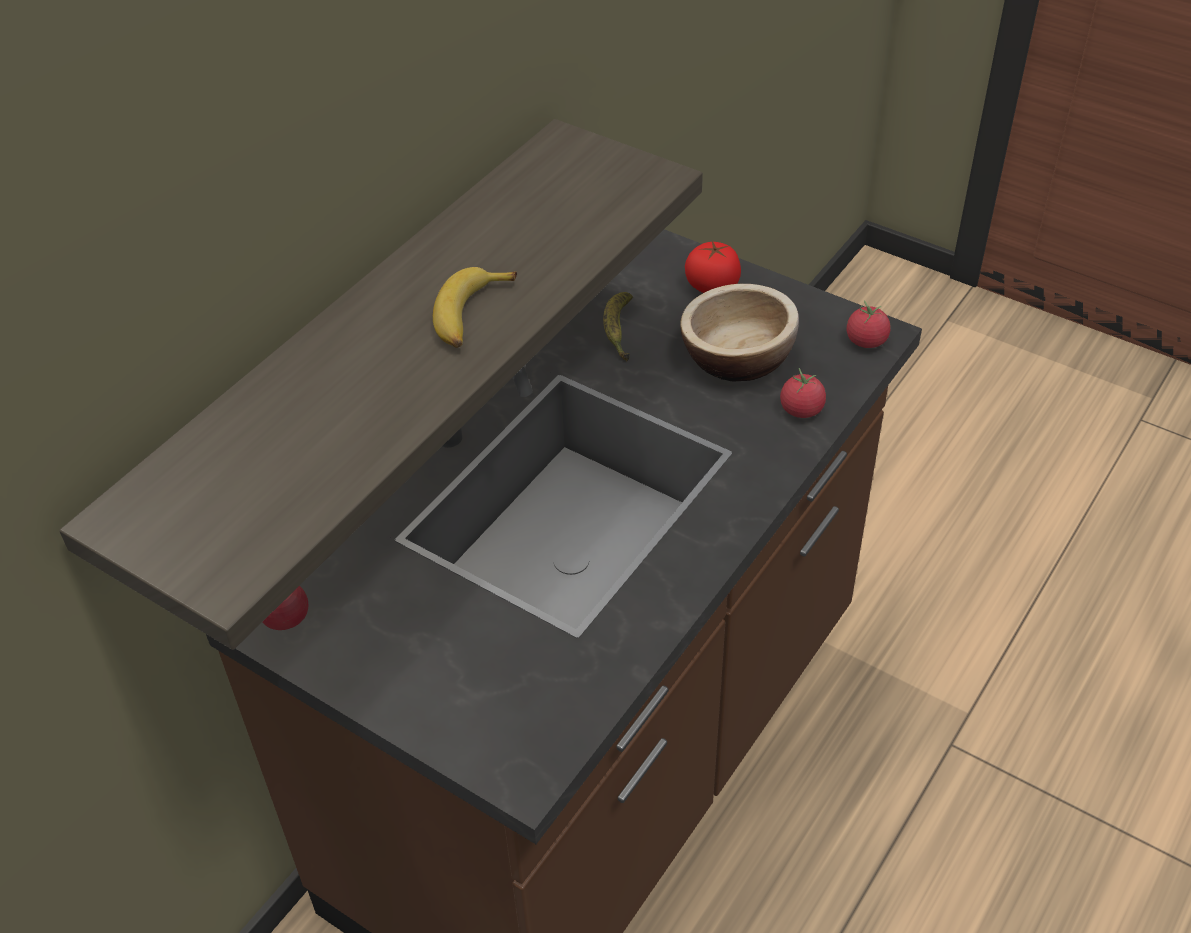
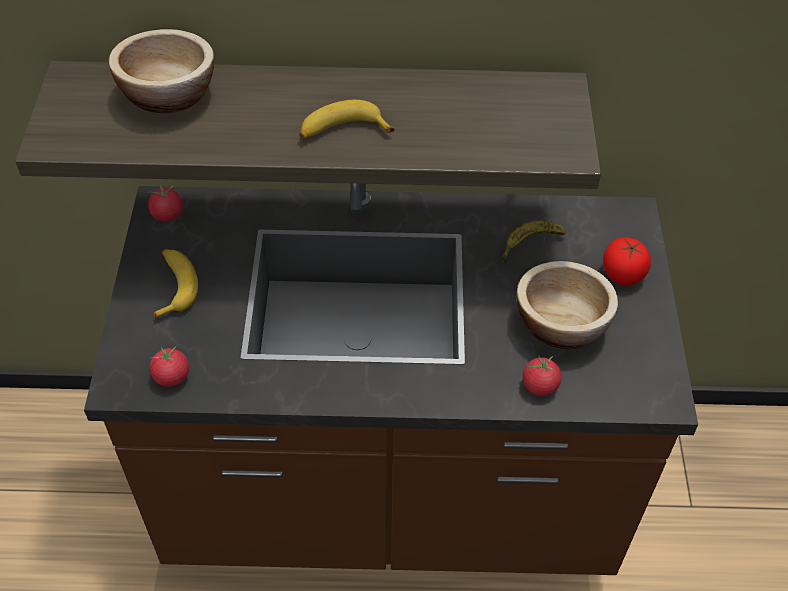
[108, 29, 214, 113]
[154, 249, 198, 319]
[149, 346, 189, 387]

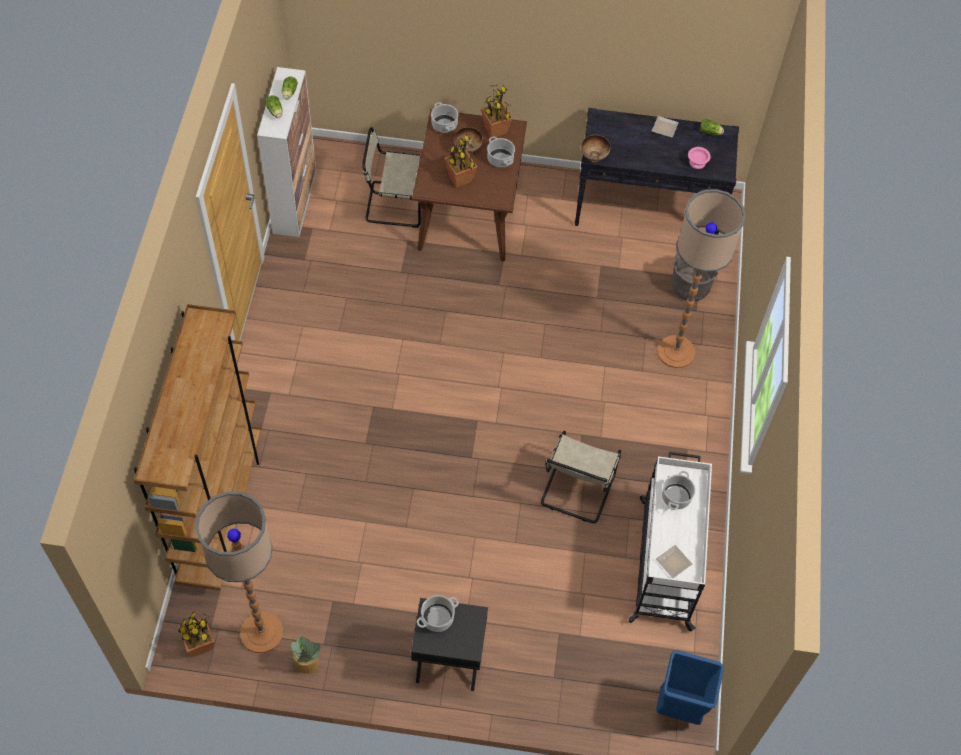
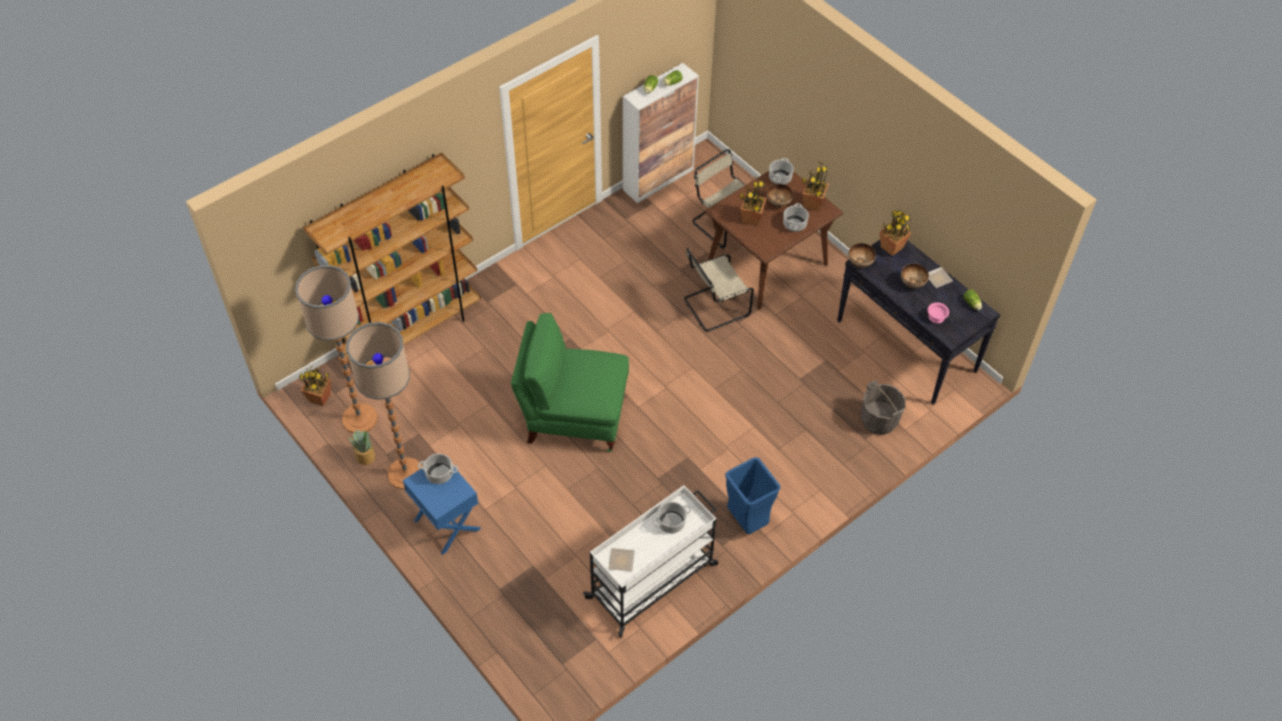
[511, 313, 629, 452]
[879, 210, 911, 256]
[901, 263, 929, 289]
[684, 248, 754, 331]
[725, 457, 780, 534]
[346, 322, 422, 489]
[403, 467, 481, 555]

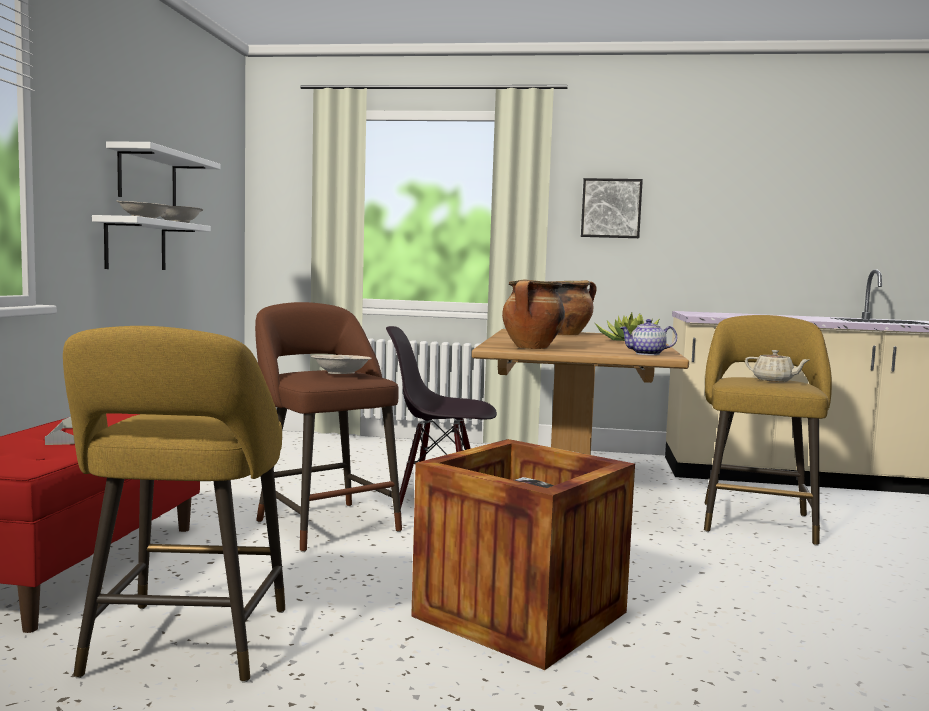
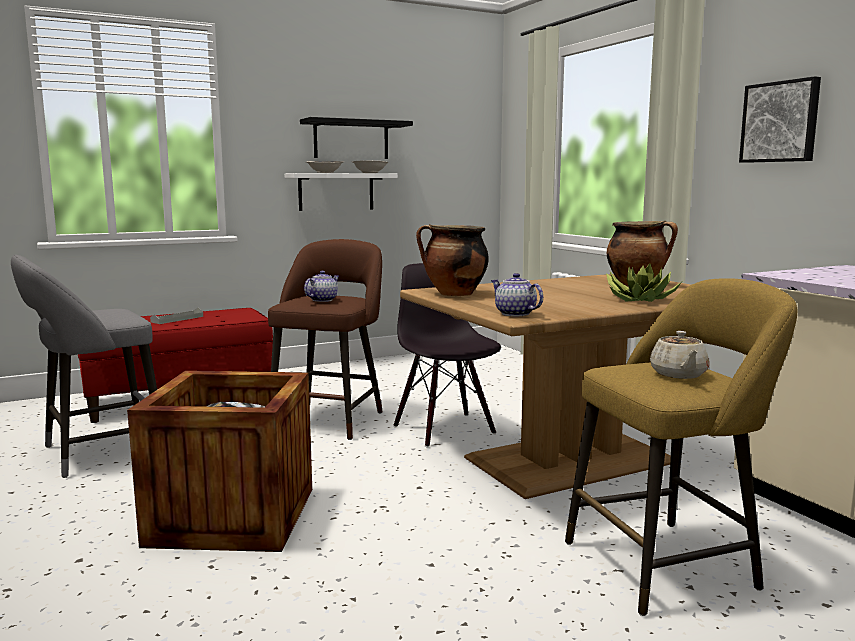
[304, 271, 339, 302]
[11, 255, 157, 478]
[300, 117, 413, 159]

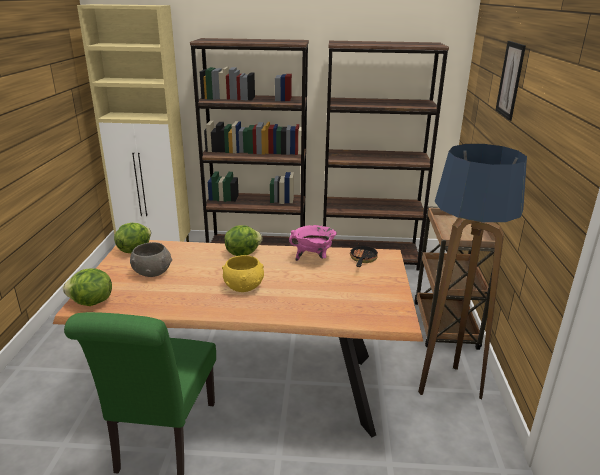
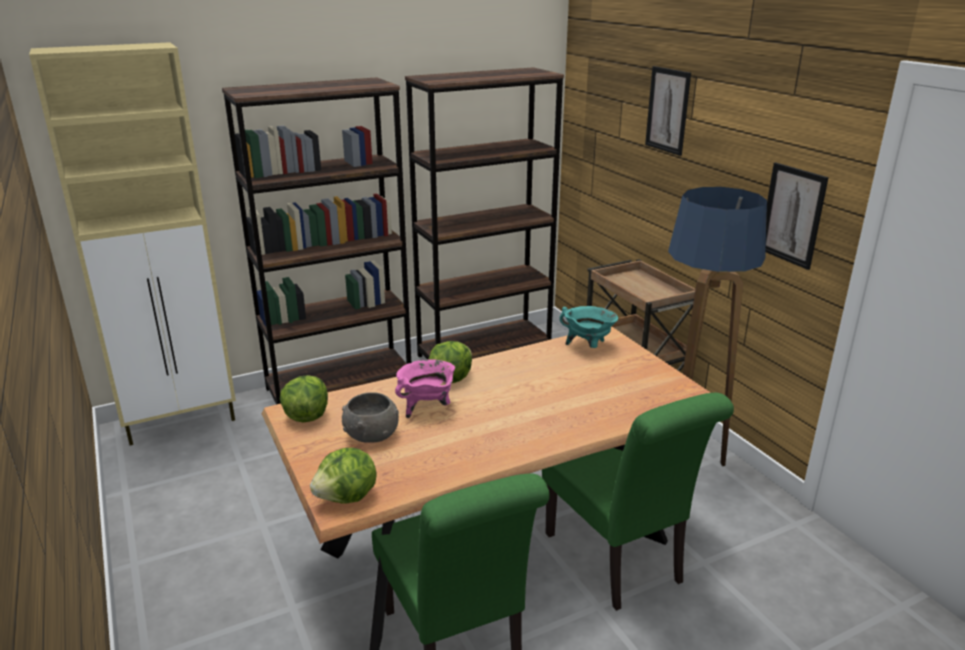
[222, 255, 264, 292] (first image)
[542, 393, 734, 611]
[766, 162, 829, 270]
[395, 359, 455, 418]
[560, 306, 618, 348]

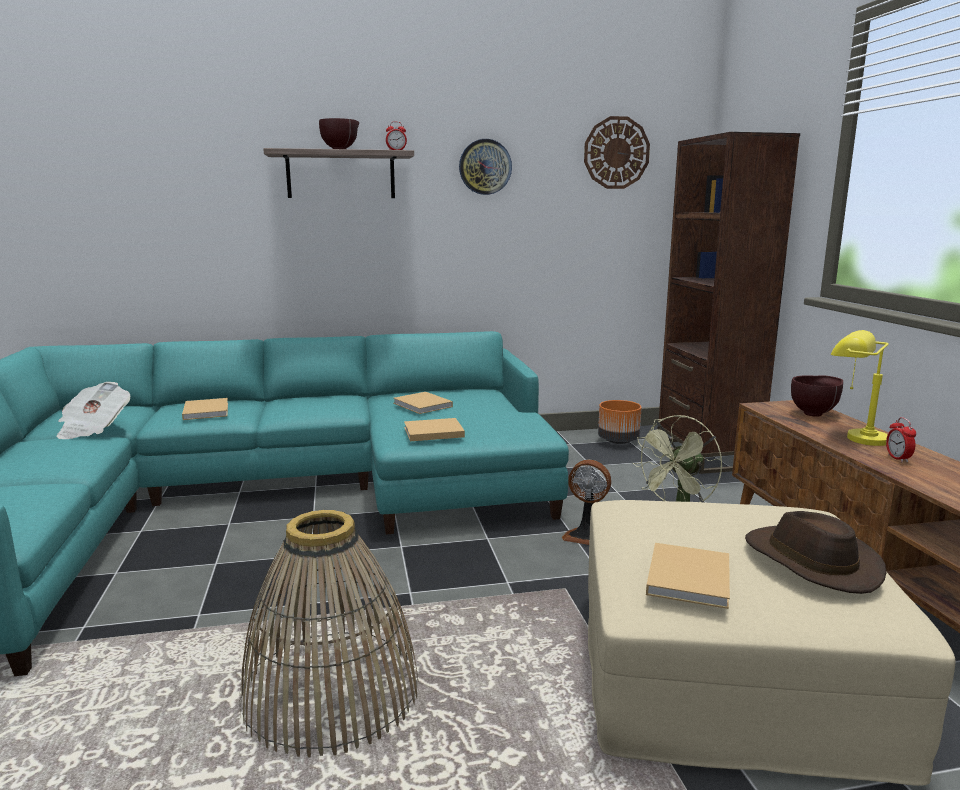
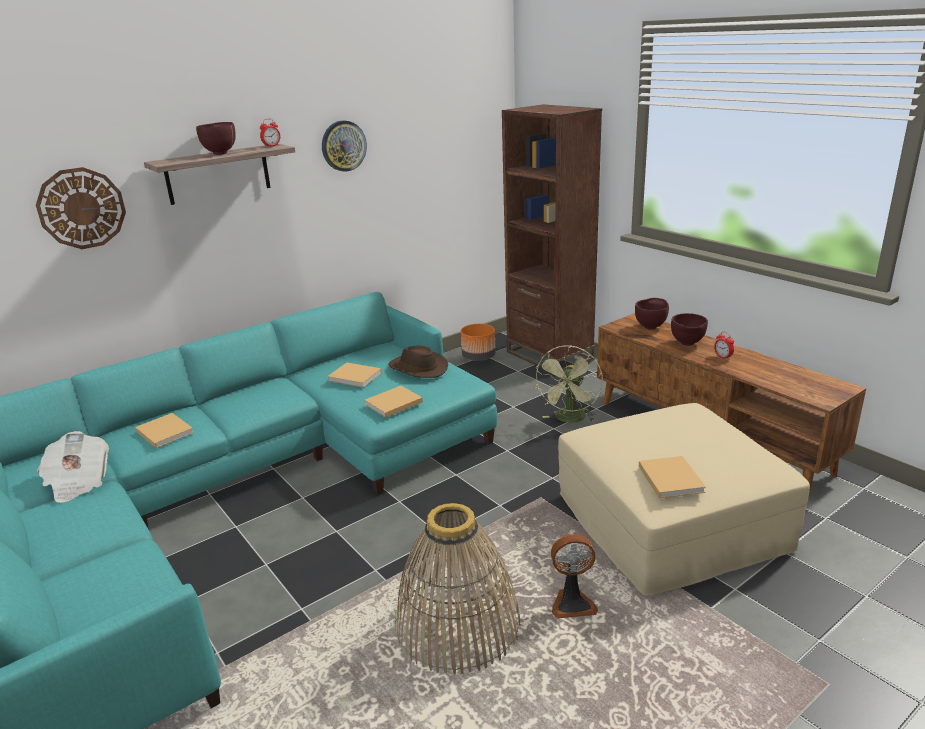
[551, 534, 598, 619]
[36, 167, 126, 249]
[389, 345, 448, 378]
[671, 313, 708, 346]

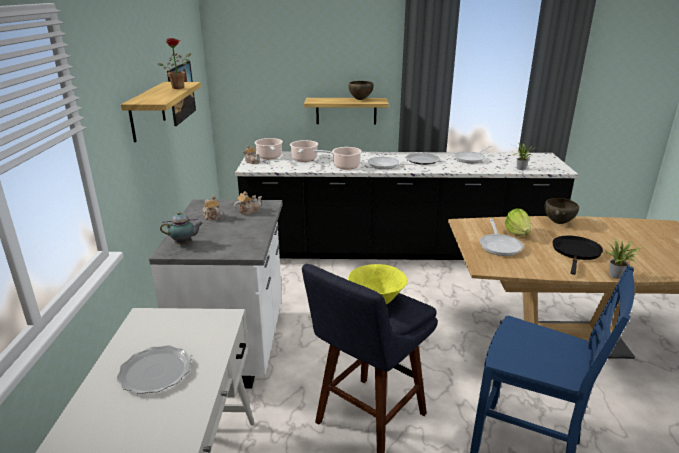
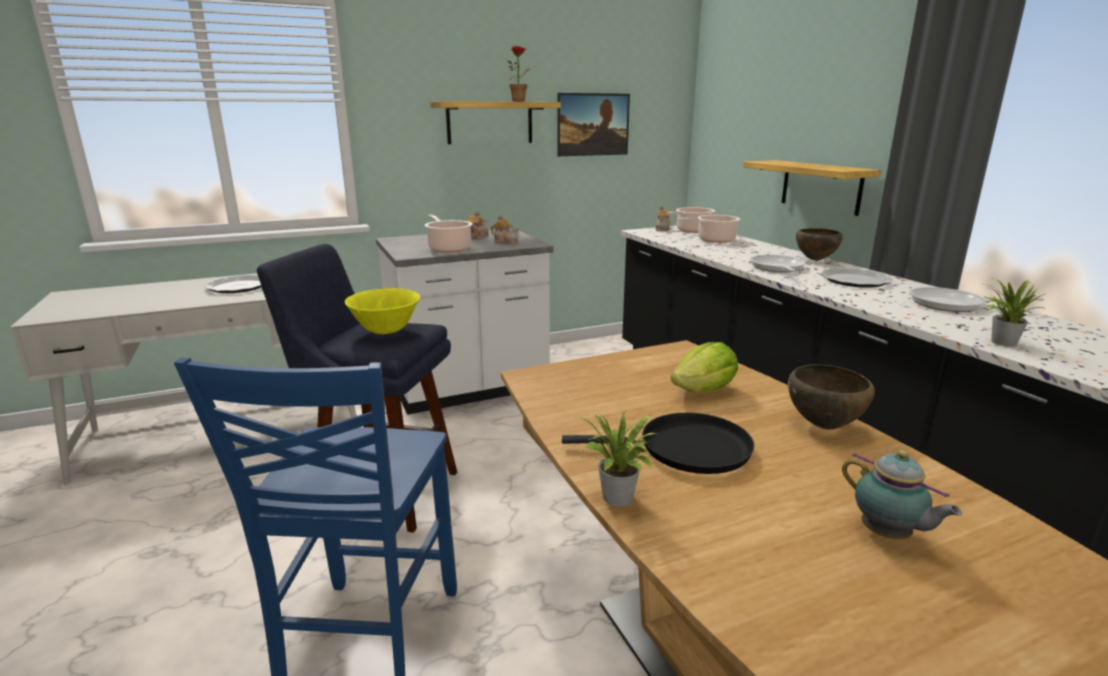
[480, 219, 523, 256] (first image)
[842, 450, 962, 539]
[425, 215, 472, 253]
[796, 228, 843, 260]

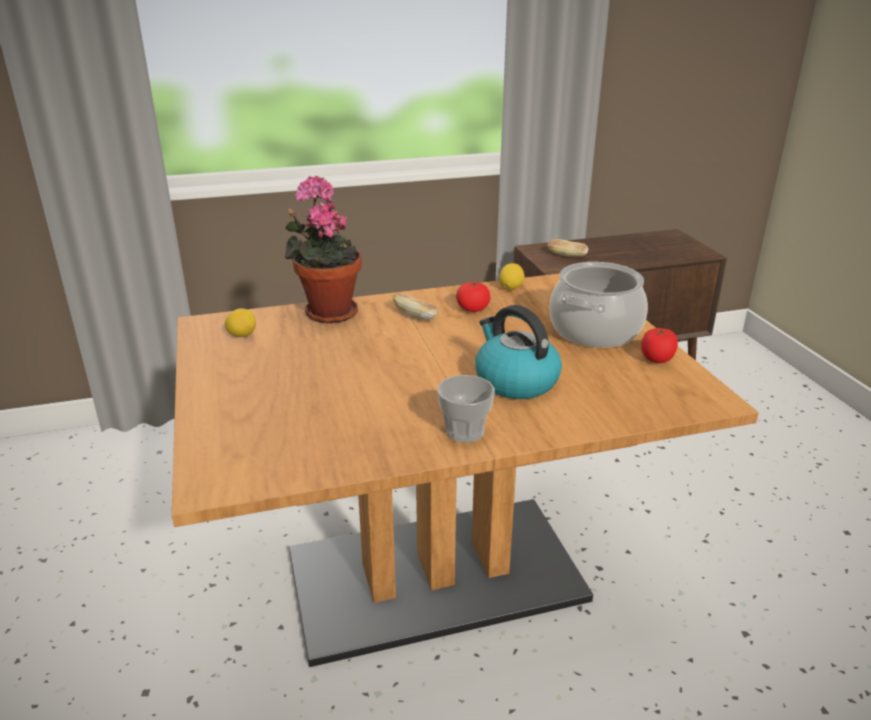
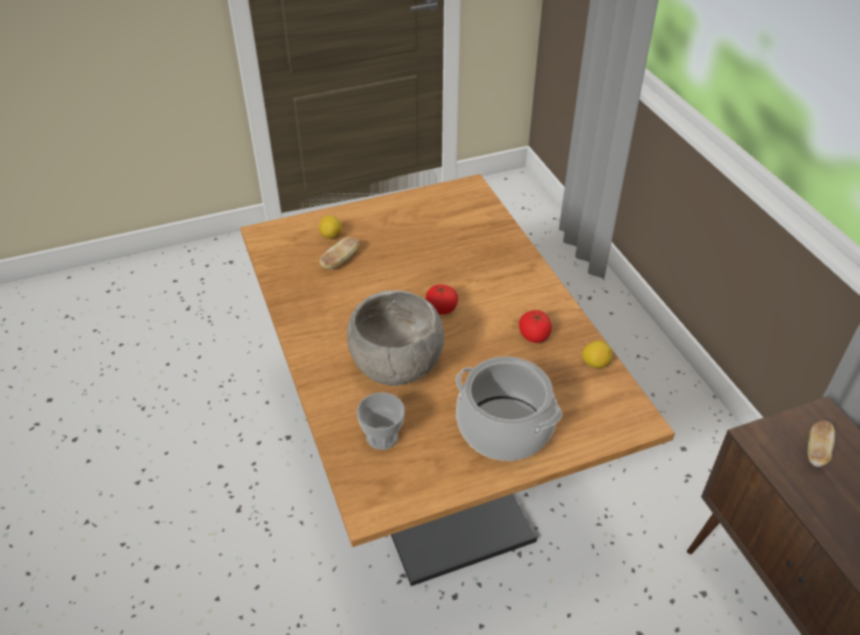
[285, 176, 362, 323] (first image)
[319, 216, 342, 239]
[320, 236, 359, 269]
[357, 393, 405, 450]
[426, 284, 458, 315]
[347, 290, 444, 386]

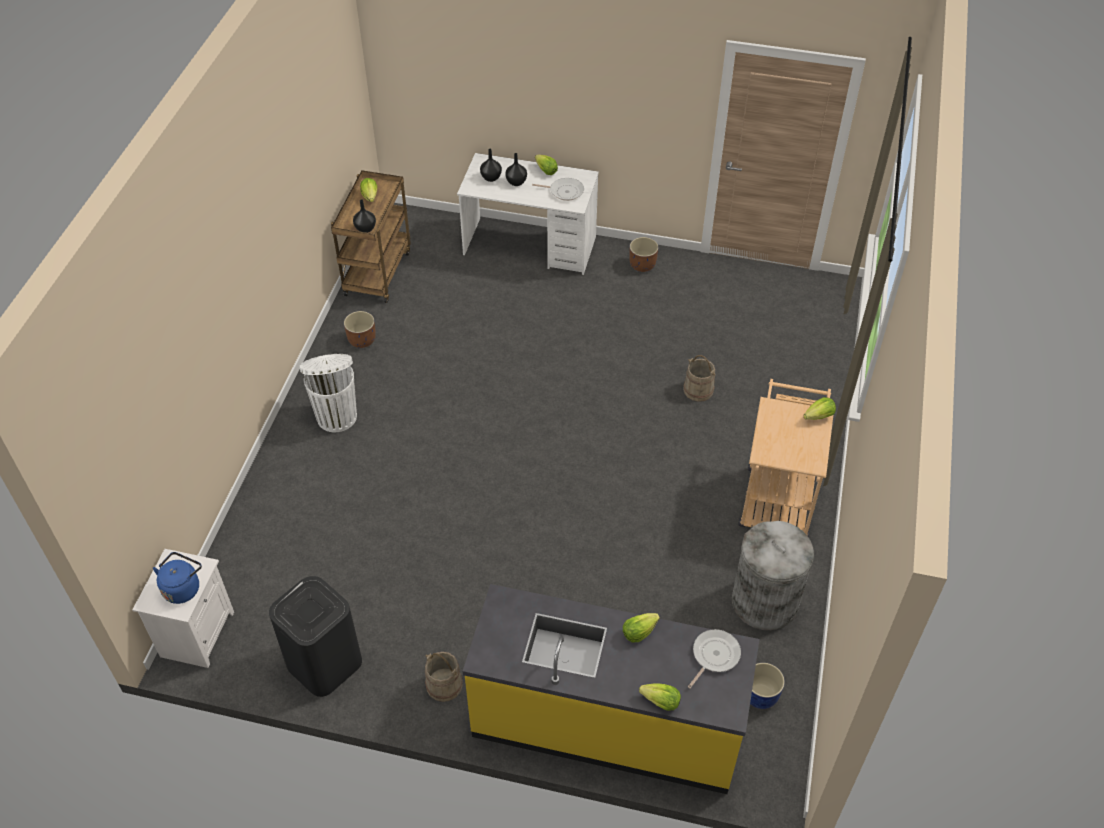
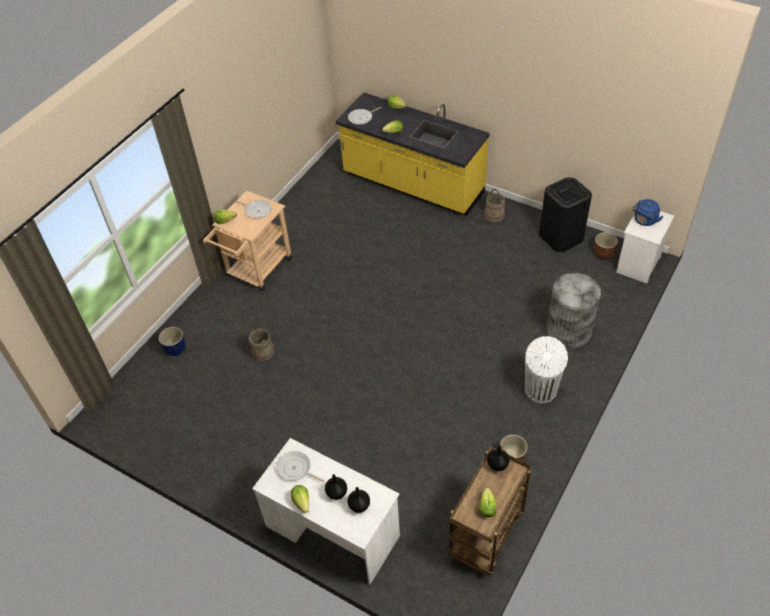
[235, 200, 271, 219]
[594, 232, 618, 260]
[546, 273, 601, 349]
[159, 327, 185, 356]

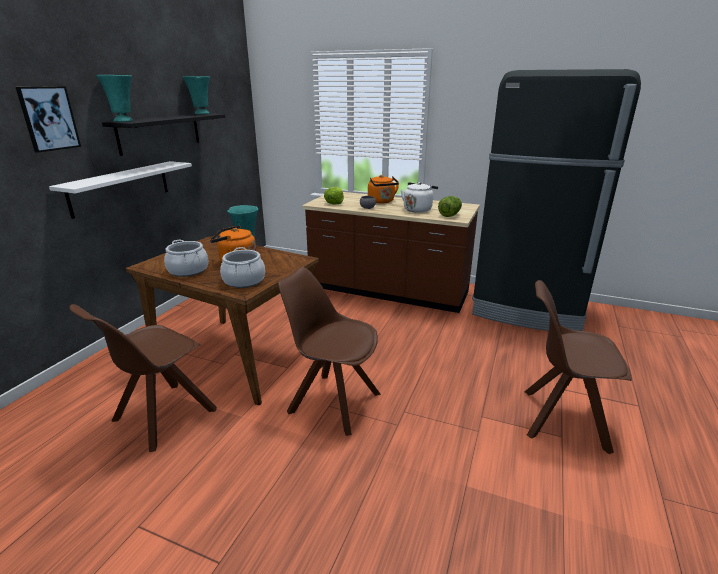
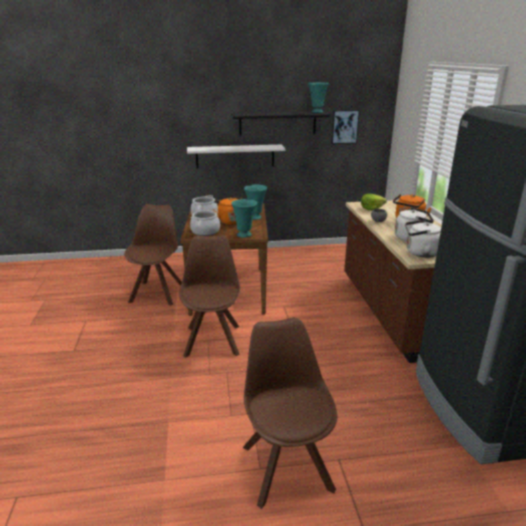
[331, 110, 360, 144]
[231, 199, 257, 238]
[405, 220, 441, 258]
[124, 204, 182, 306]

